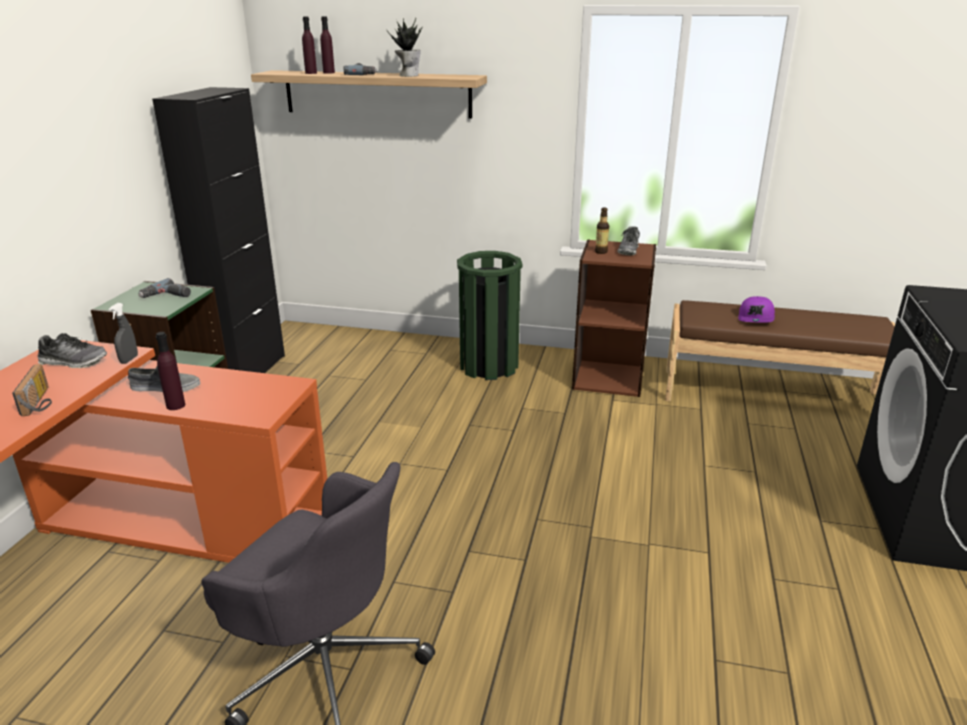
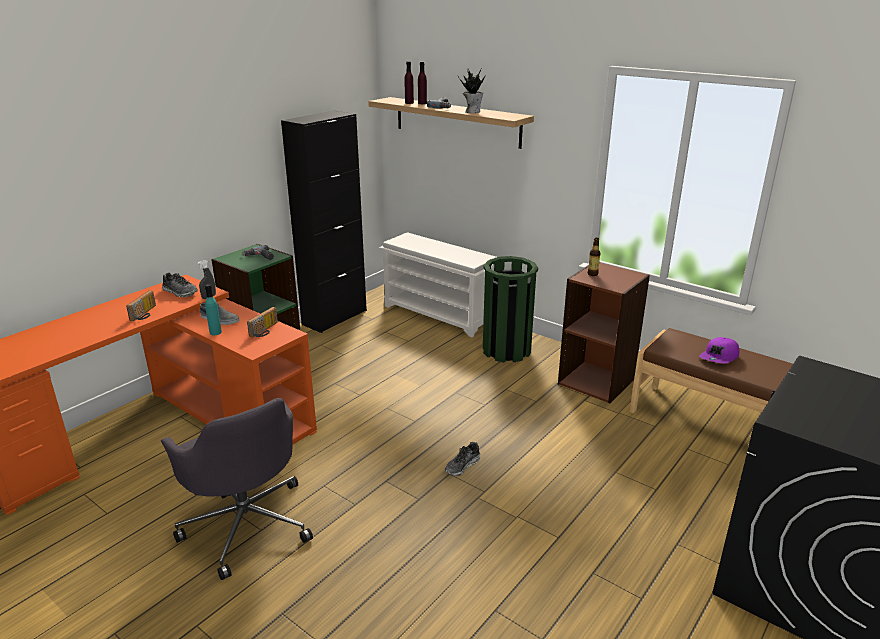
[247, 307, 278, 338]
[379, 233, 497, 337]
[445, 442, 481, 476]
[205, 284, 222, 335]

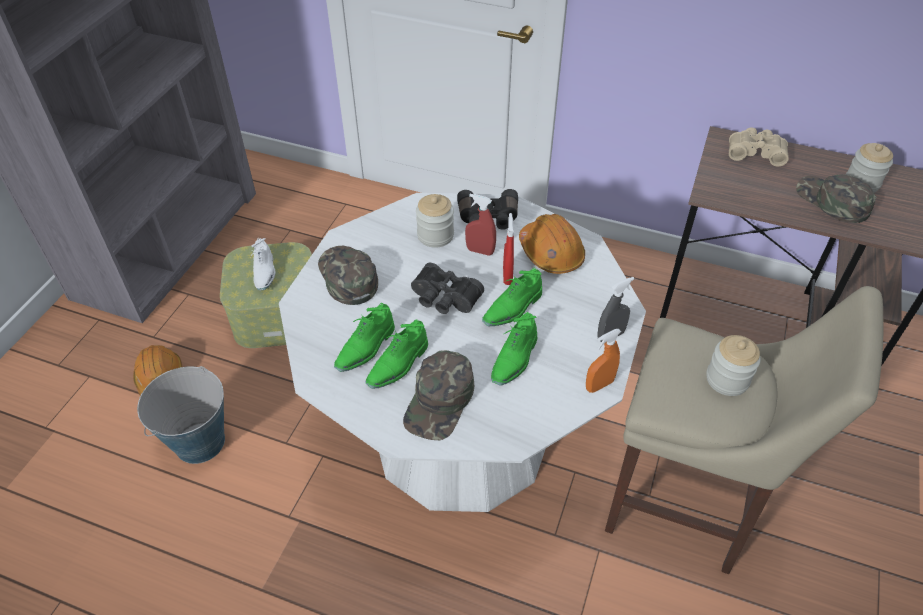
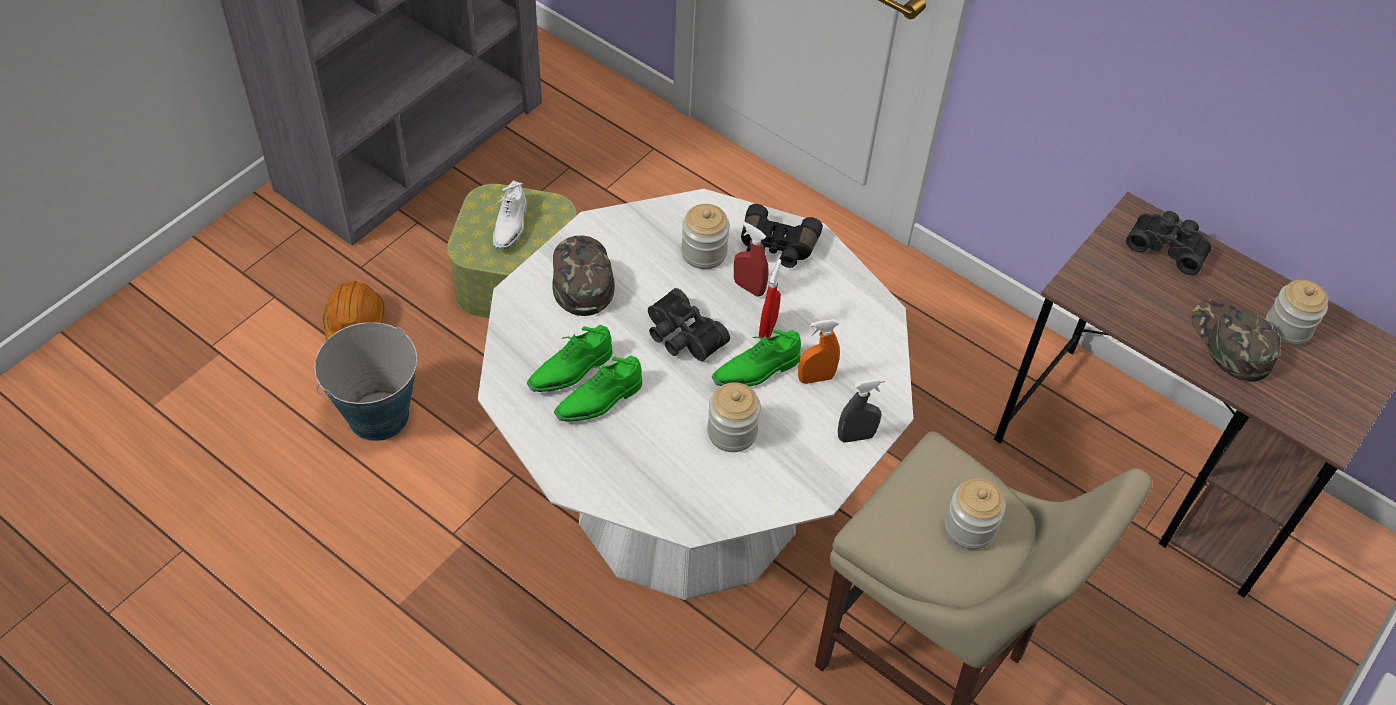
[403, 350, 474, 440] (first image)
[519, 214, 585, 274] (first image)
[798, 319, 840, 384]
[707, 382, 761, 452]
[1126, 211, 1212, 275]

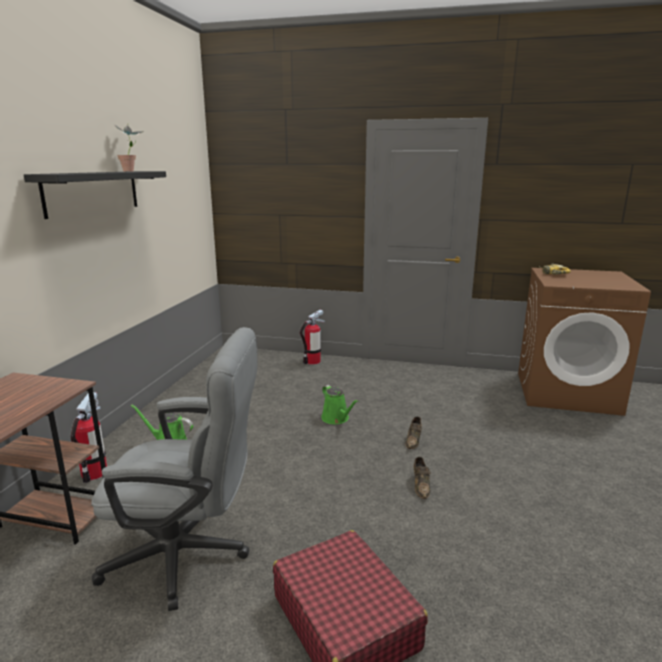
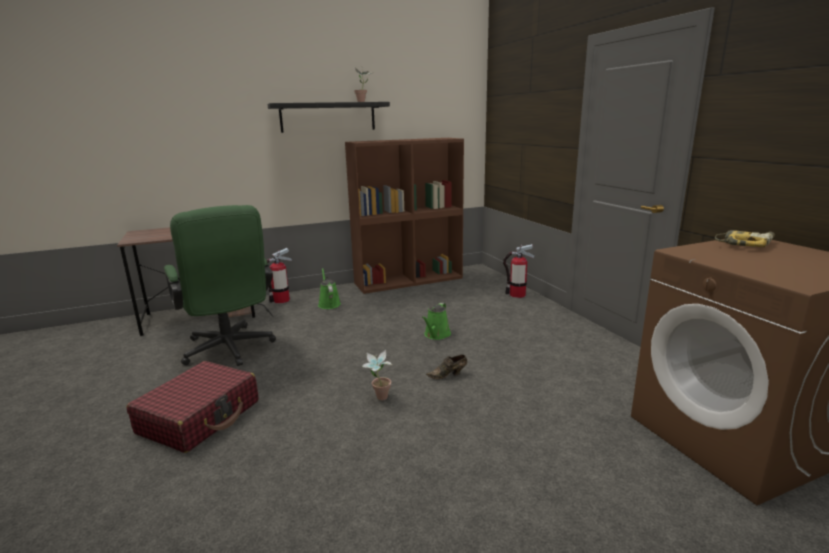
[345, 138, 464, 294]
[362, 349, 392, 400]
[164, 205, 276, 366]

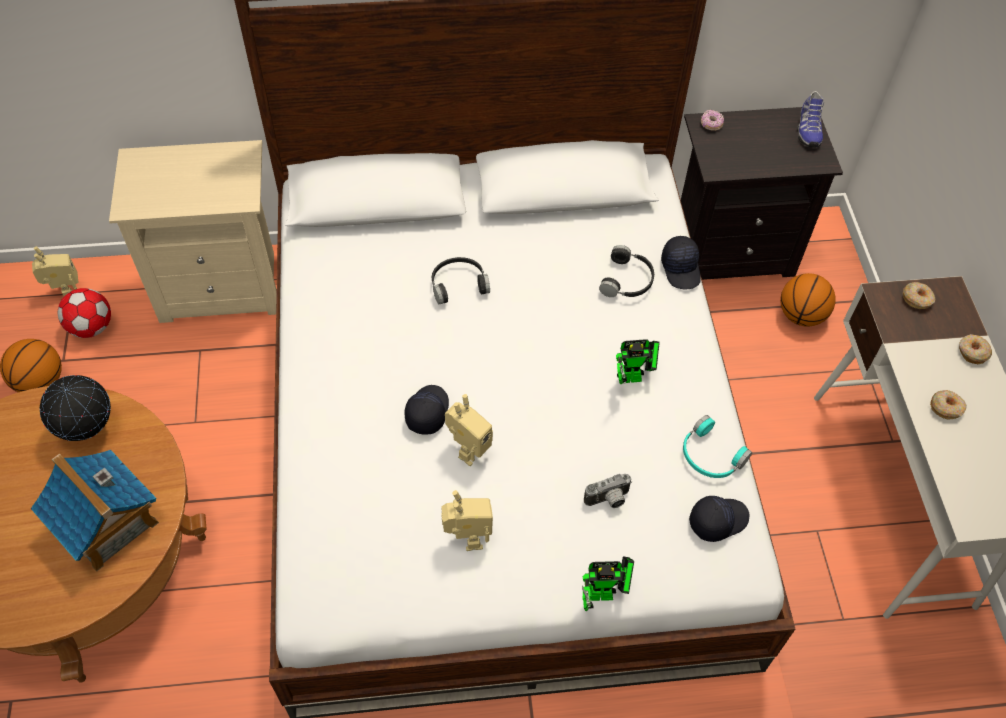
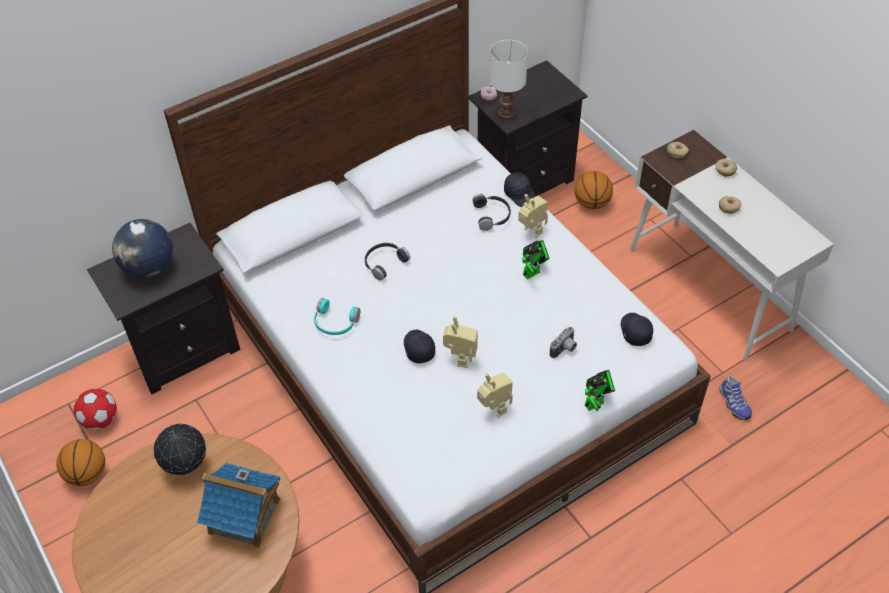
[112, 219, 173, 278]
[490, 40, 528, 120]
[518, 194, 548, 238]
[314, 298, 360, 335]
[719, 376, 752, 420]
[87, 223, 240, 395]
[621, 313, 653, 346]

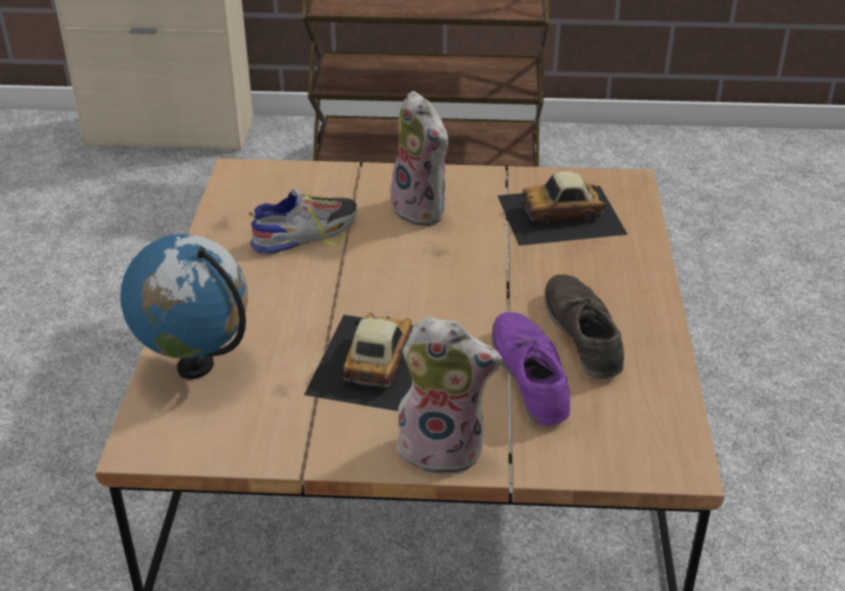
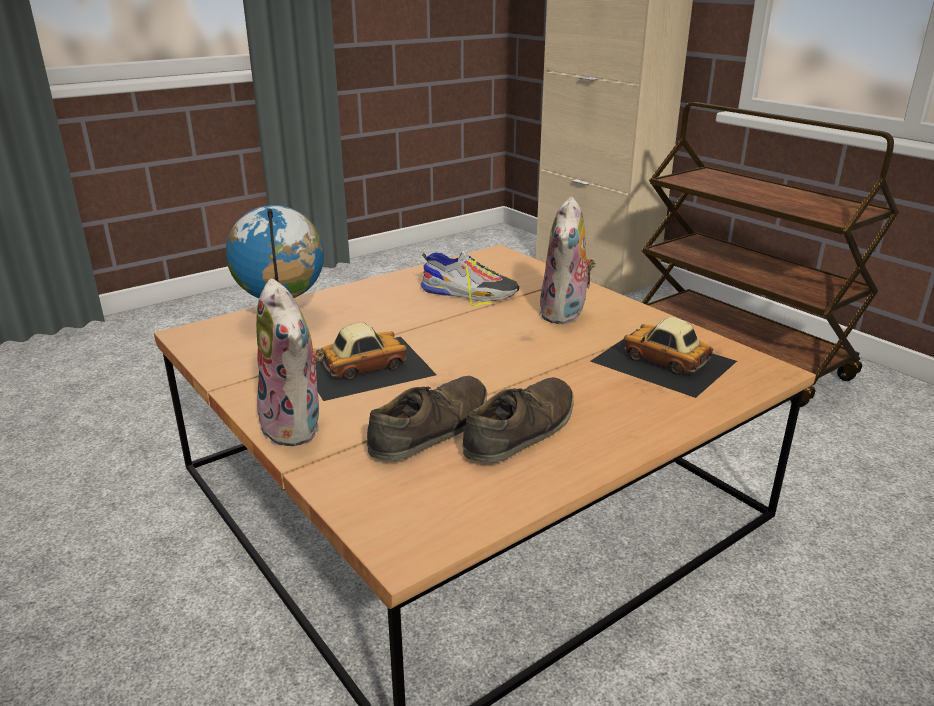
[367, 376, 487, 461]

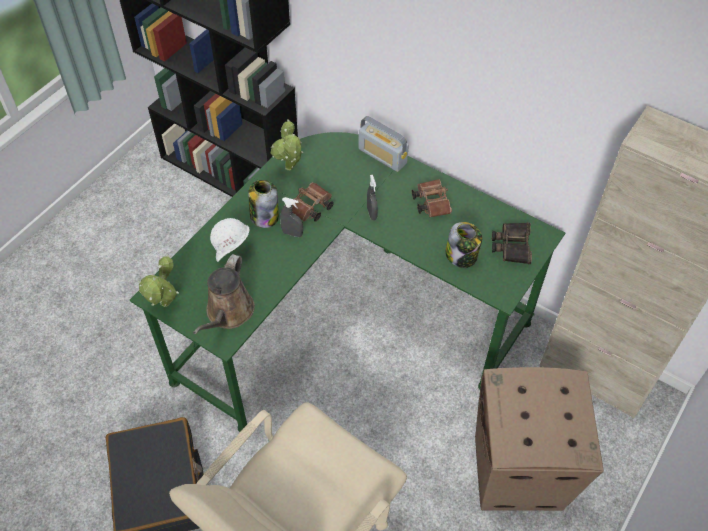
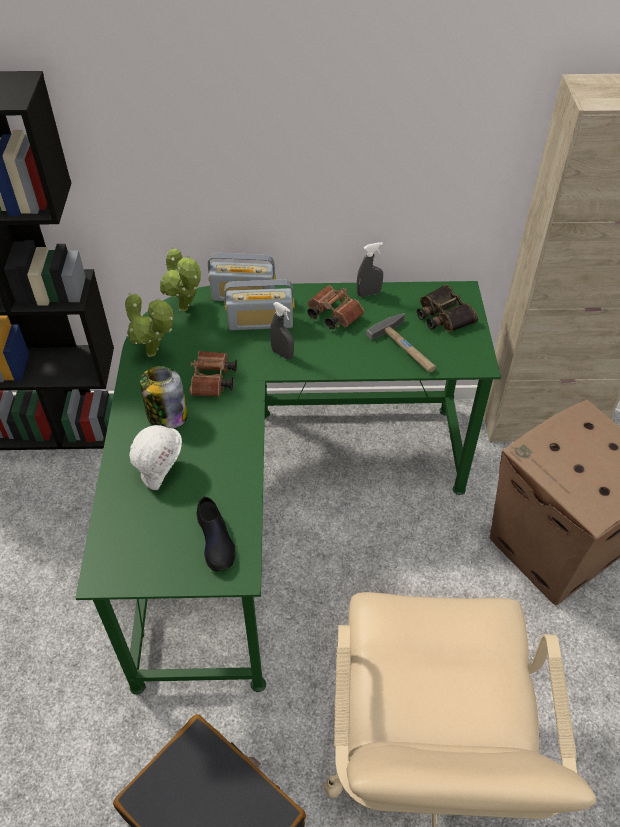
[224, 279, 294, 330]
[160, 247, 201, 311]
[357, 242, 383, 297]
[197, 496, 236, 571]
[366, 313, 436, 373]

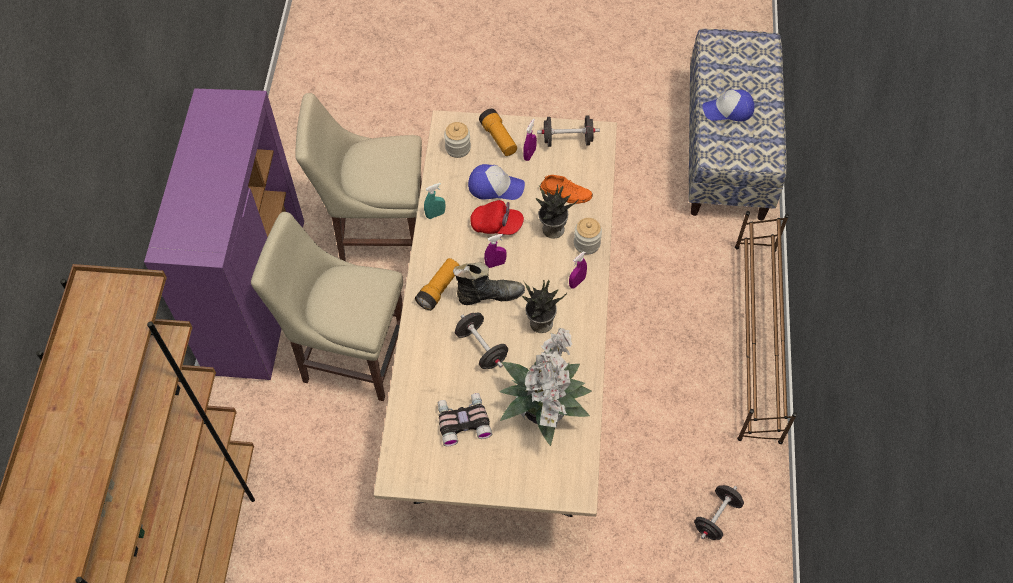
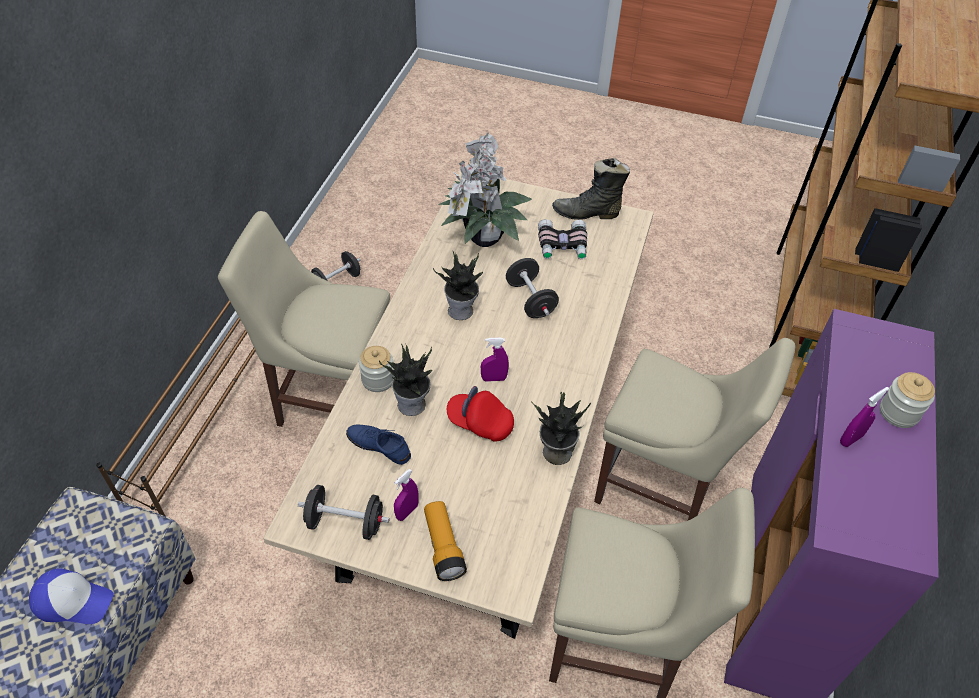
[415, 258, 460, 311] (first image)
[468, 164, 525, 200] (first image)
[218, 211, 390, 427]
[880, 372, 935, 428]
[552, 158, 630, 220]
[840, 387, 889, 447]
[531, 392, 591, 465]
[346, 425, 411, 465]

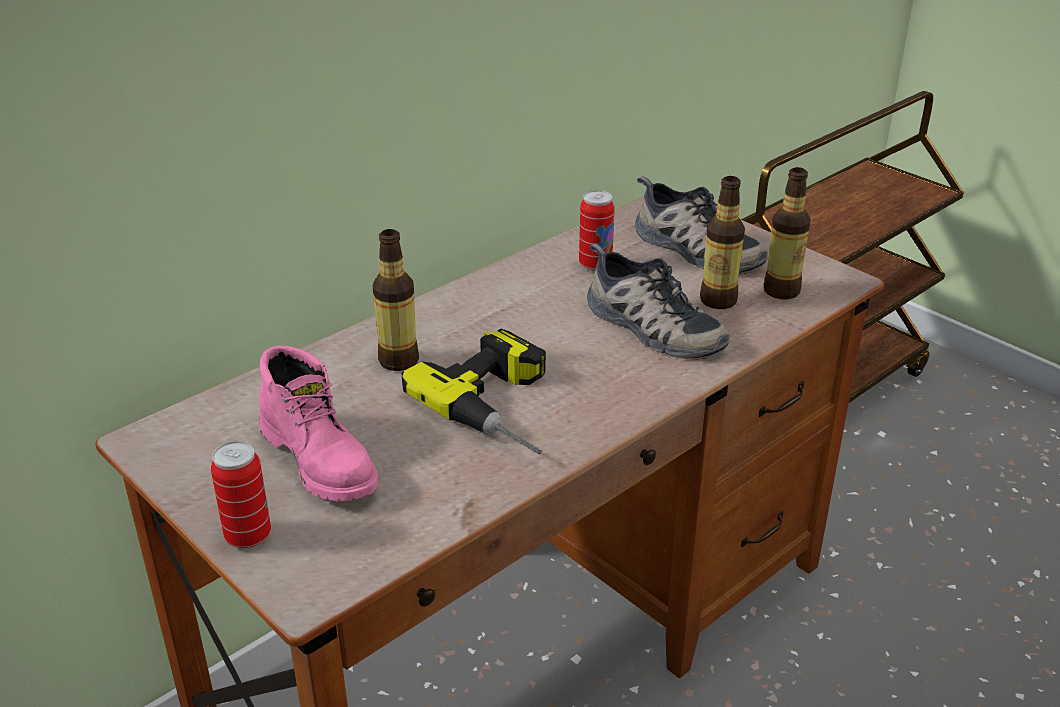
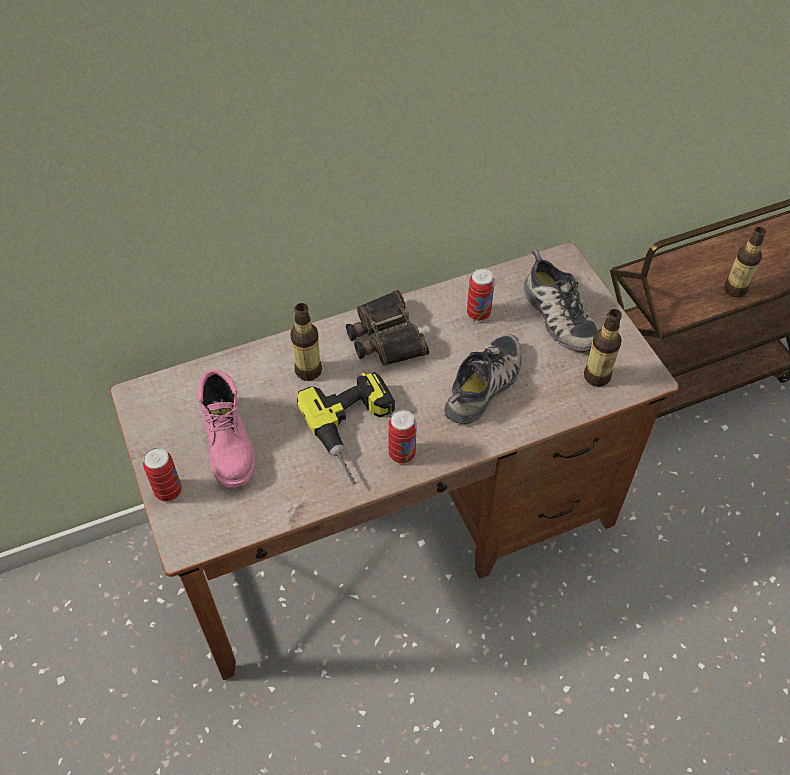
[346, 290, 429, 366]
[388, 410, 417, 464]
[724, 227, 766, 298]
[444, 334, 522, 424]

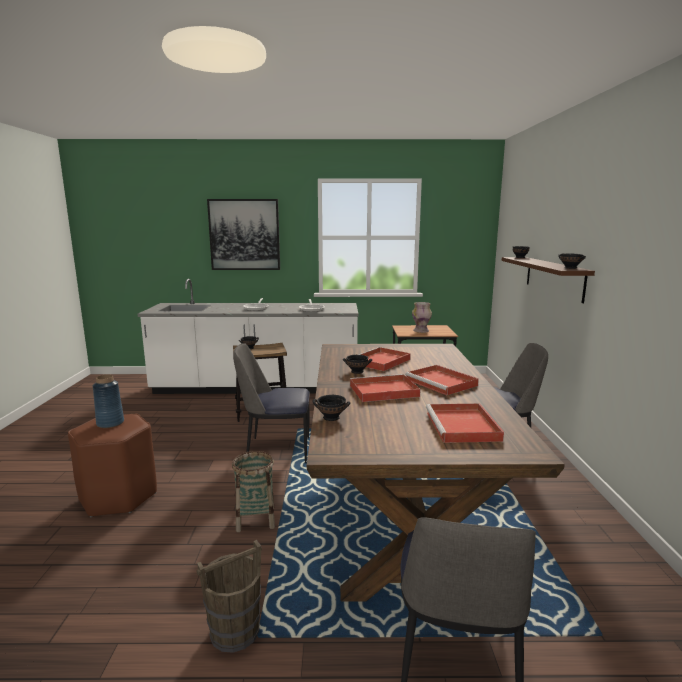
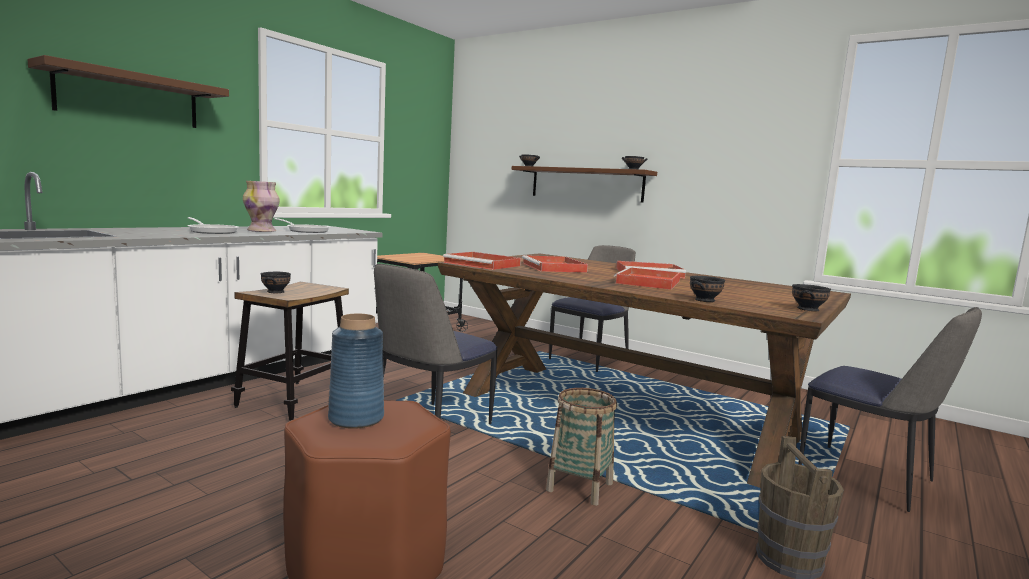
[792, 284, 831, 311]
[243, 181, 280, 232]
[443, 252, 521, 270]
[27, 55, 229, 128]

